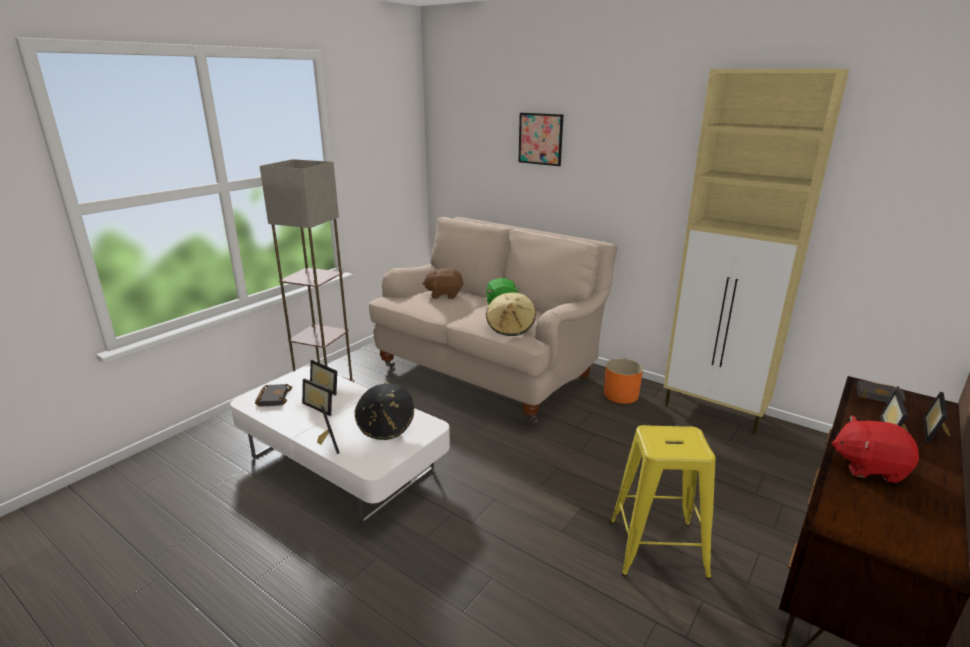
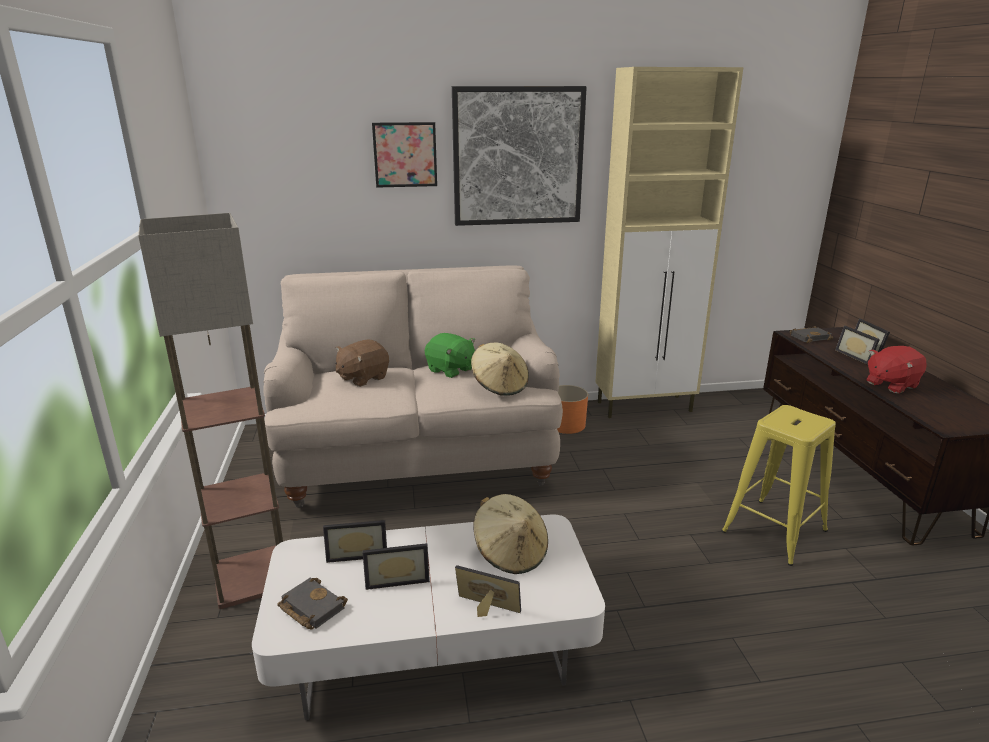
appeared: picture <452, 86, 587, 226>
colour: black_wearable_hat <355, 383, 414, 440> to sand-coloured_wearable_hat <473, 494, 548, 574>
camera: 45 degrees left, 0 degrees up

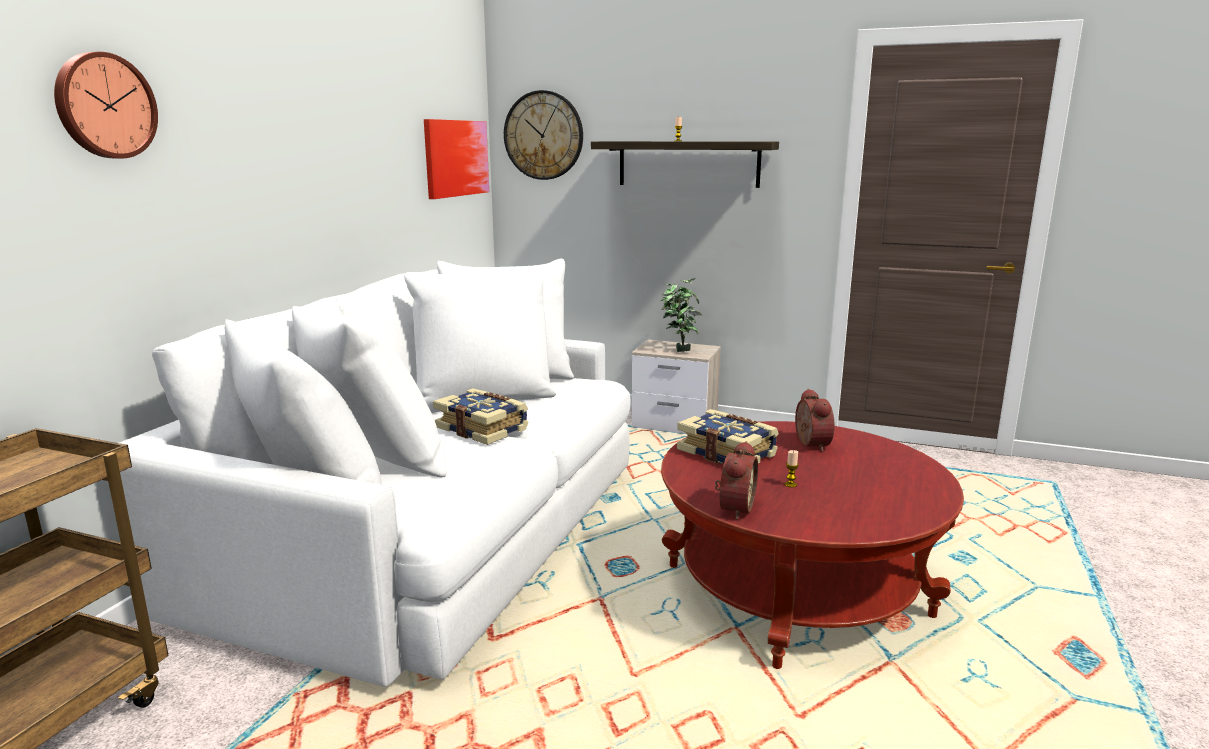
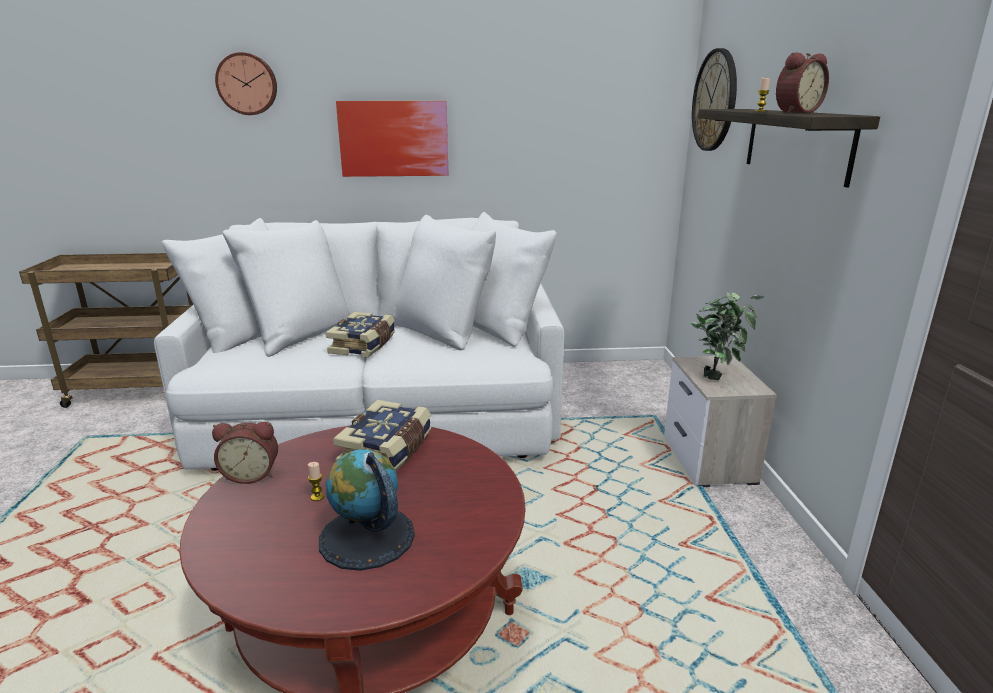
appeared: world_globe <319, 449, 415, 571>
relocated: picture <424, 119, 489, 199> to <336, 101, 449, 177>; bedside_clock <795, 389, 835, 452> to <776, 52, 829, 113>
camera: 65 degrees right, 5 degrees up

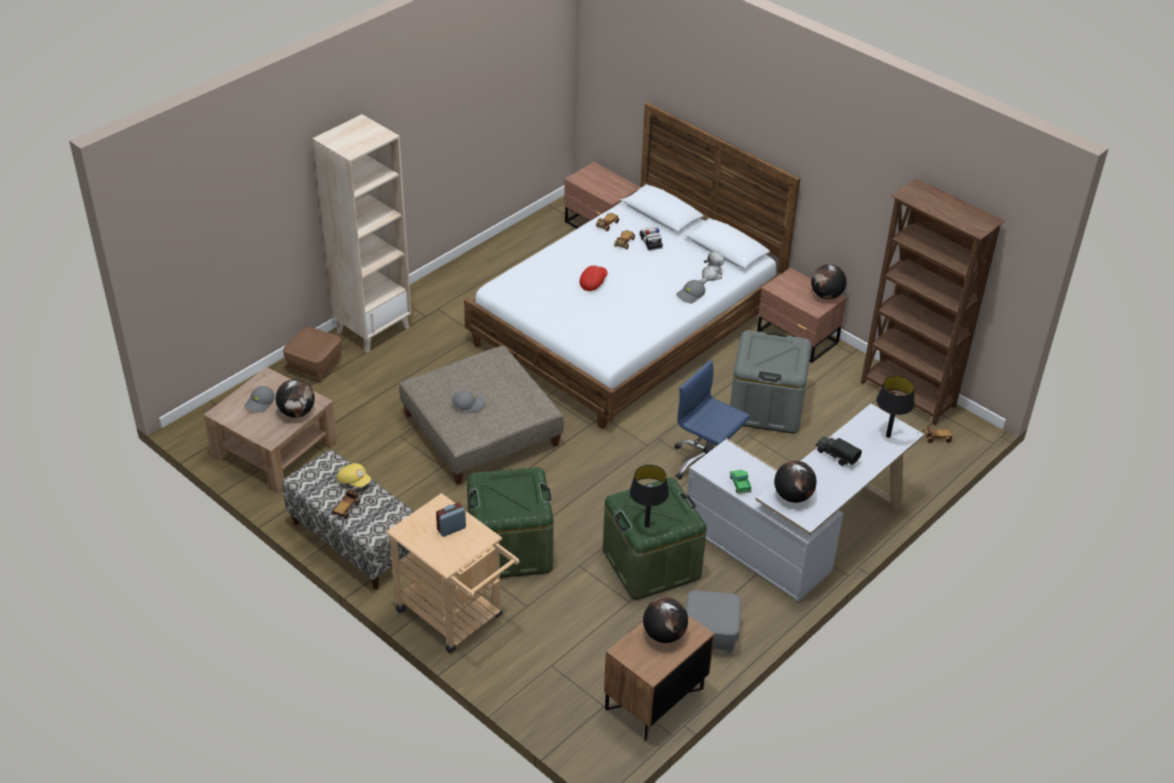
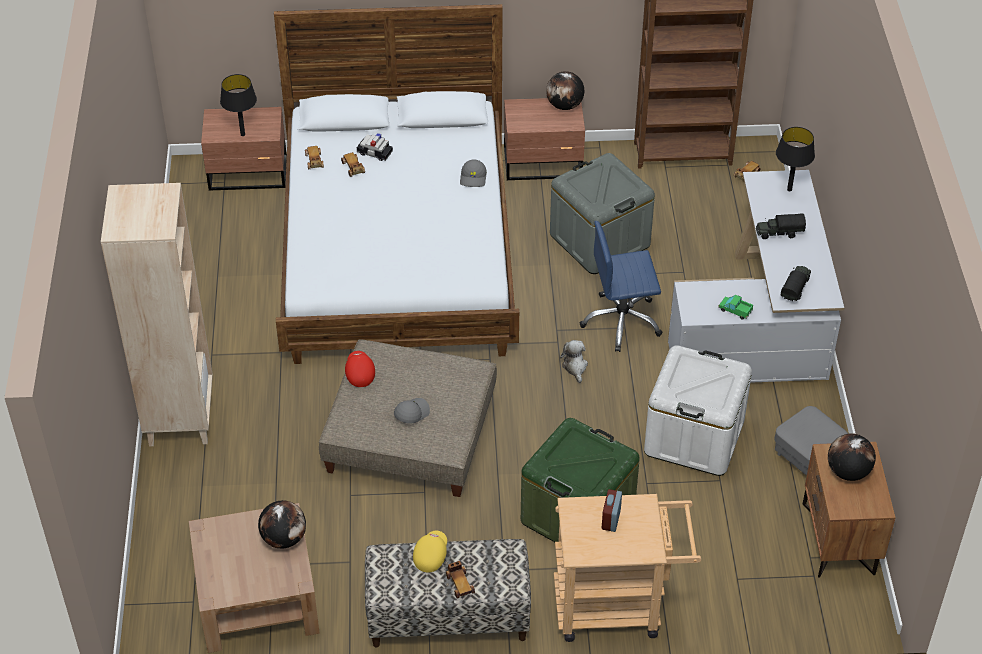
missing: gray_peaked_cap <244, 386, 275, 413>; brown_pouffe <283, 327, 342, 382>
relocated: reddish_peaked_cap <580, 265, 608, 291> to <345, 351, 375, 387>; black_tabletop_lamp <630, 465, 669, 528> to <220, 74, 257, 136>; cuddly_toy <700, 252, 724, 284> to <560, 340, 588, 383>
exchanged: world_globe <774, 461, 816, 503> to toy_truck <780, 266, 811, 301>
colour: green-coloured_storage_container <603, 478, 707, 600> to whitish_storage_container <644, 345, 752, 476>
spun: yellow_peaked_cap <337, 463, 371, 488> = <413, 531, 447, 573> 60 degrees counterclockwise
camera: 45 degrees left, 5 degrees up

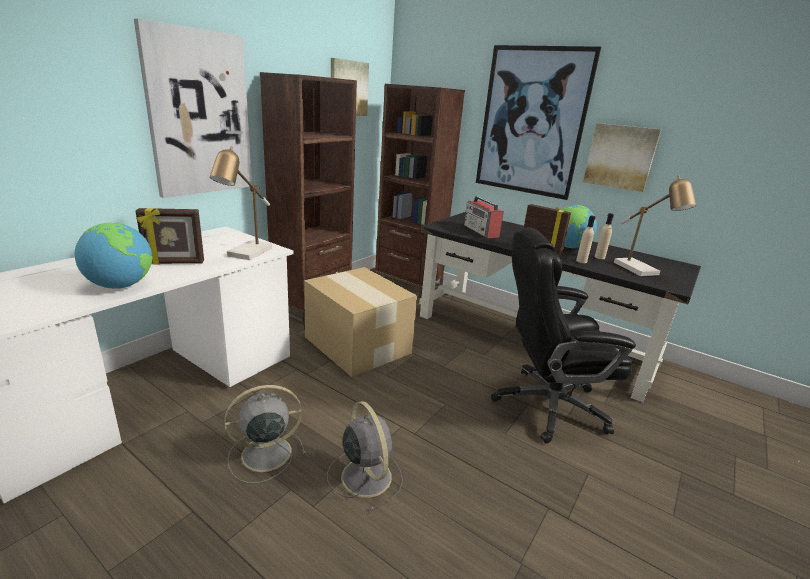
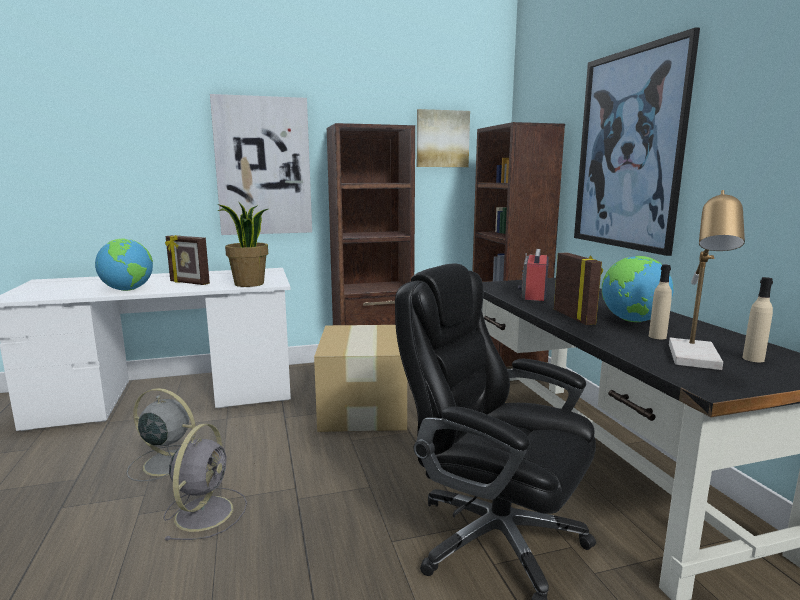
missing: picture <583, 123, 661, 192>
relocated: sand-coloured_drink_bottle <576, 216, 595, 263> to <742, 277, 773, 362>
exchanged: tabletop_lamp <210, 146, 272, 260> to potted_plant <218, 203, 268, 287>
camera: 40 degrees right, 10 degrees down

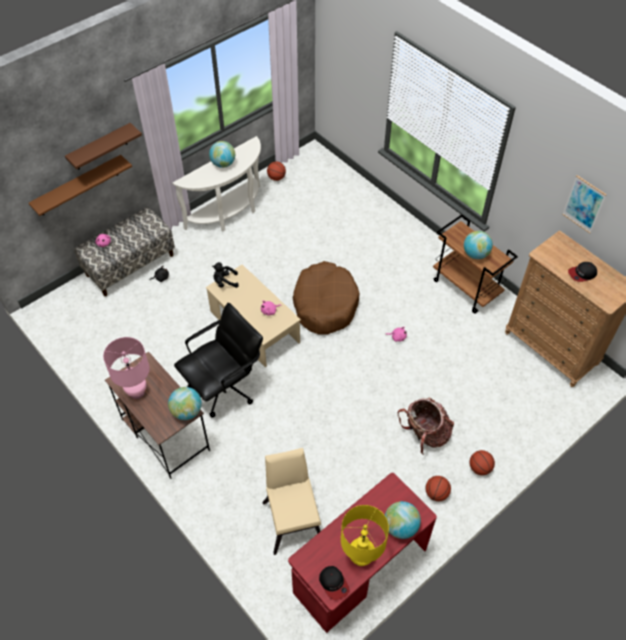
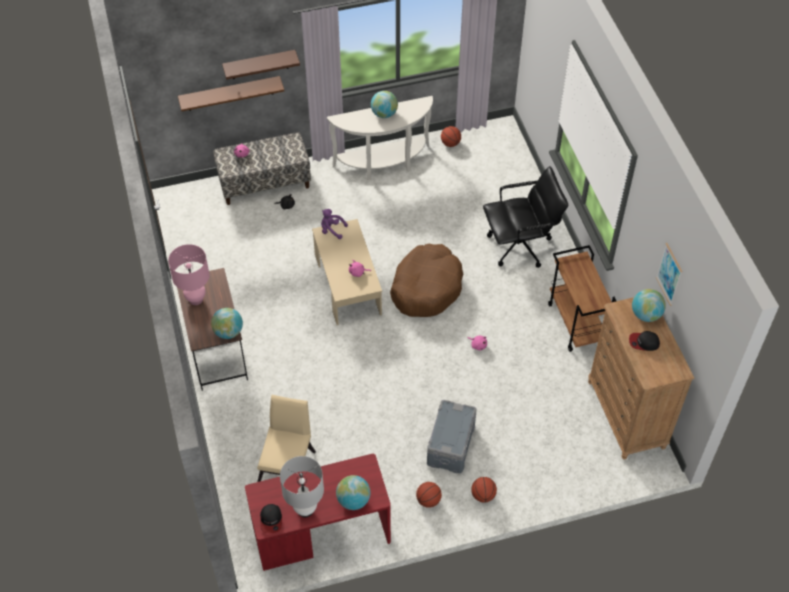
relocated: black_computer_chair <174, 303, 263, 418> to <483, 166, 568, 268>; world_globe <464, 231, 493, 259> to <632, 289, 666, 322>
exchanged: knapsack <398, 397, 454, 455> to gray_storage_container <427, 400, 477, 473>
colour: black_cuddly_toy <212, 262, 239, 288> to purplish_cuddly_toy <321, 209, 348, 239>; yellow_tabletop_lamp <341, 505, 389, 566> to whitish_tabletop_lamp <280, 456, 324, 518>
camera: 25 degrees right, 0 degrees up

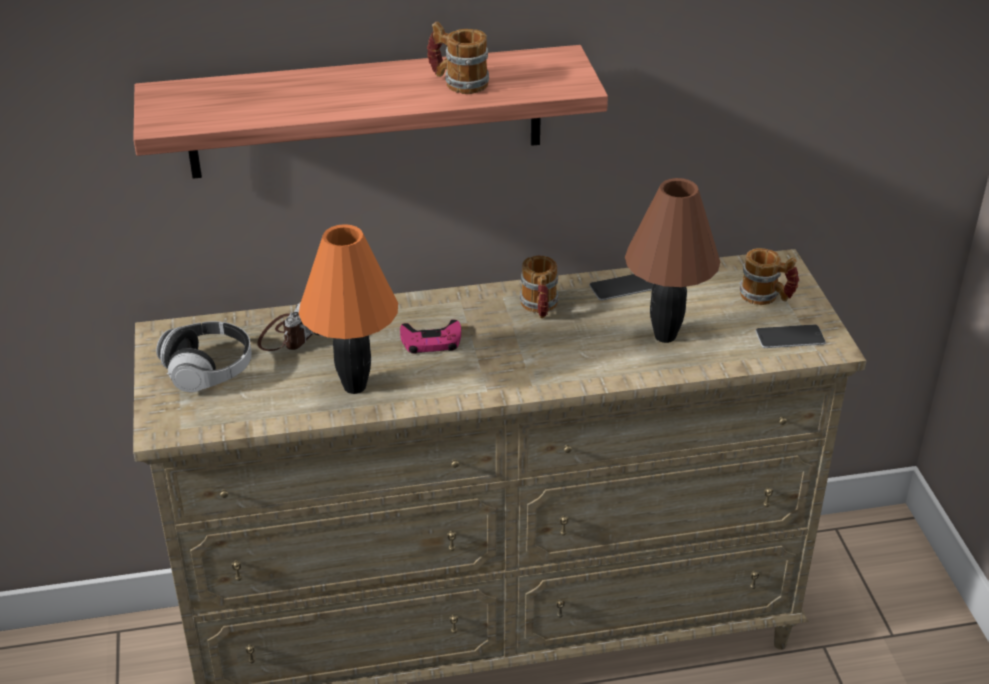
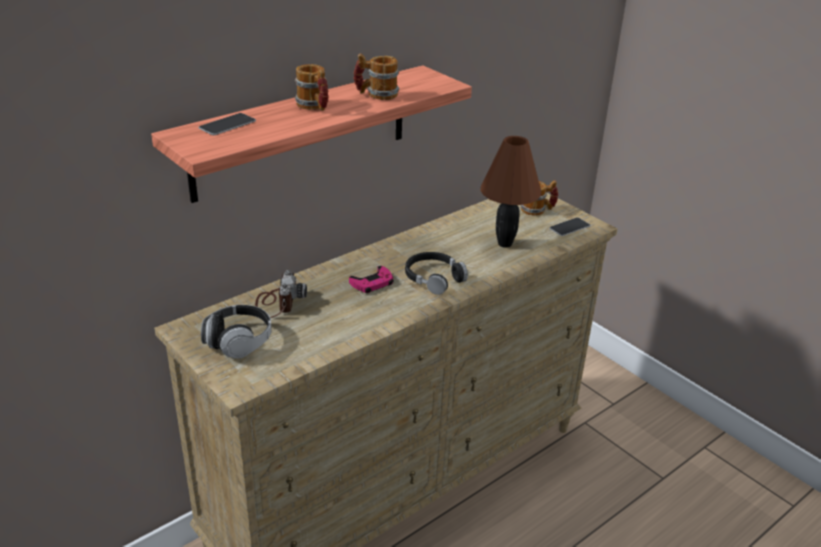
missing: orangey_tabletop_lamp <299, 224, 398, 394>
appeared: black_pair_of_headphones <405, 252, 468, 295>
relocated: coffee_mug <520, 256, 559, 318> to <295, 64, 329, 111>; handset <589, 274, 654, 301> to <198, 113, 256, 135>
camera: 30 degrees left, 5 degrees down

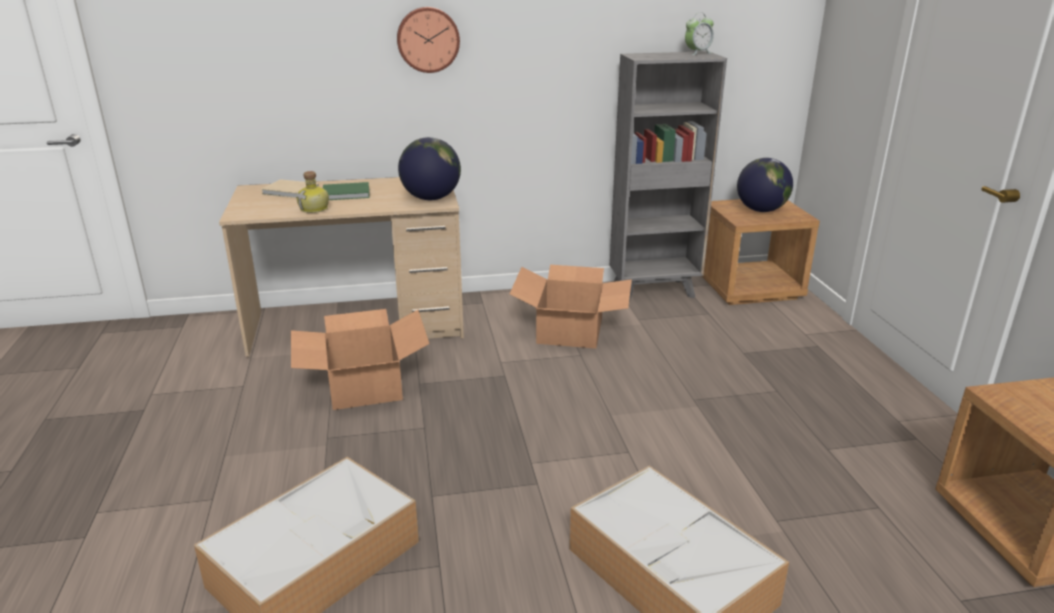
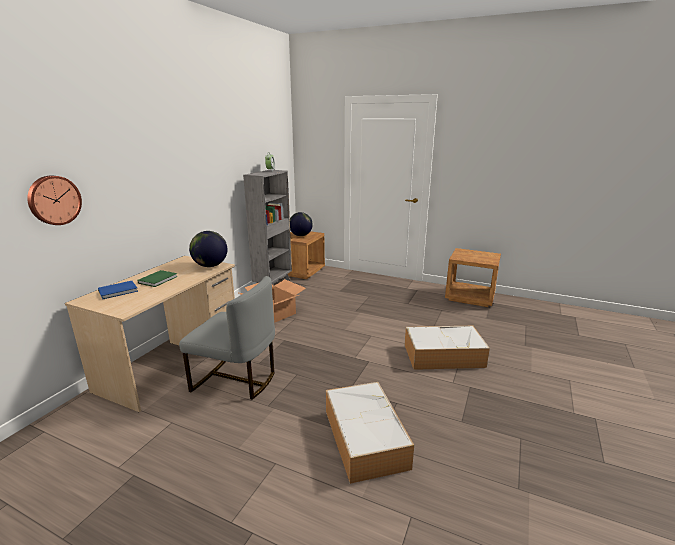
missing: drink_bottle <296, 171, 329, 213>
relocated: clock_on_the_wall <397, 7, 460, 73> to <27, 176, 82, 225>
exchanged: cardboard_box <291, 309, 430, 410> to gray_chair <179, 276, 275, 400>
colour: sand-coloured_volume <261, 179, 319, 198> to blue_volume <98, 281, 138, 299>
camera: 55 degrees left, 5 degrees down

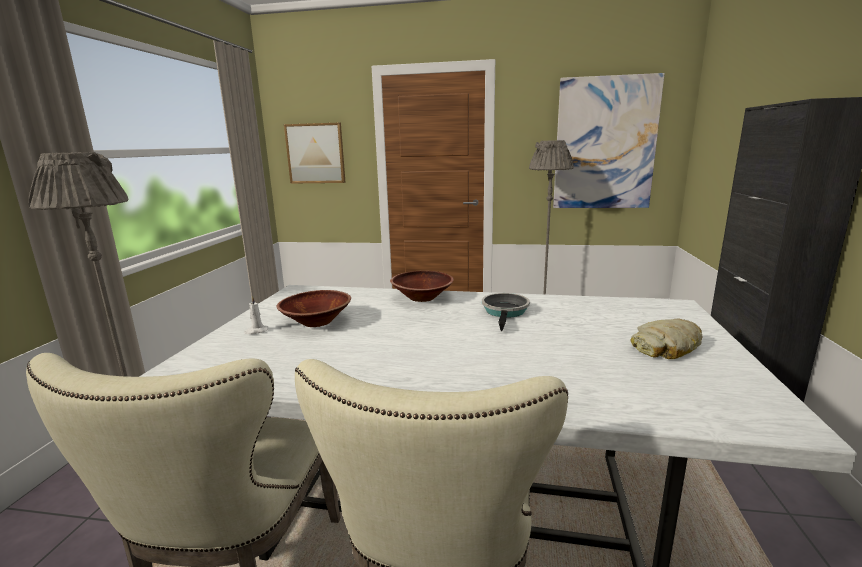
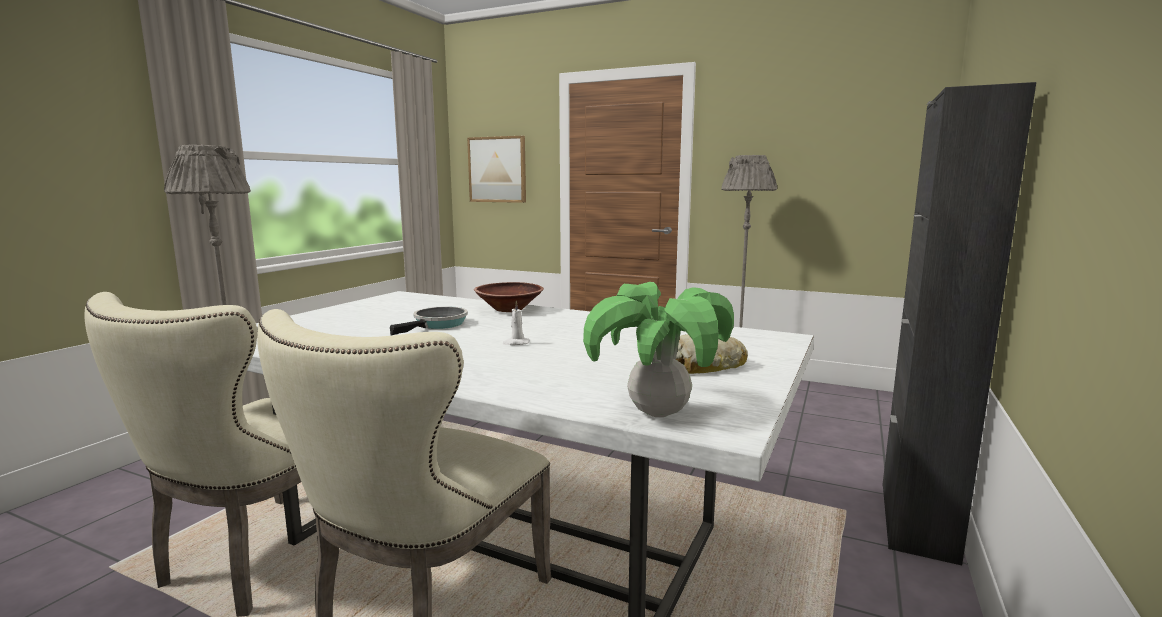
missing: brown_serving_bowl <276, 290, 351, 327>; picture <553, 73, 665, 208>
appeared: potted_plant <583, 282, 734, 417>
relocated: whitish_wax_light <244, 296, 268, 334> to <503, 301, 529, 345>; skillet <482, 293, 530, 331> to <390, 307, 468, 336>
camera: 15 degrees right, 5 degrees down

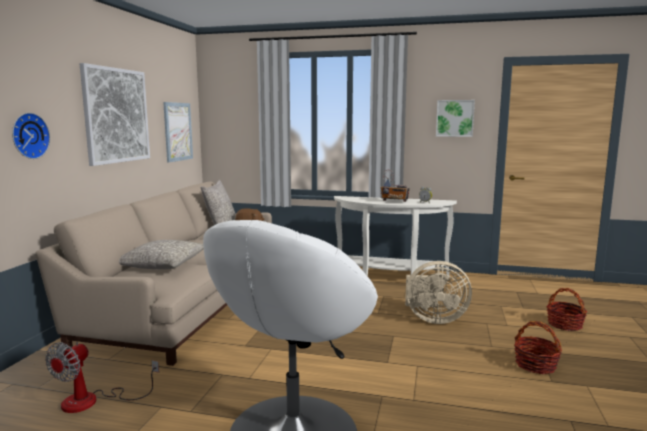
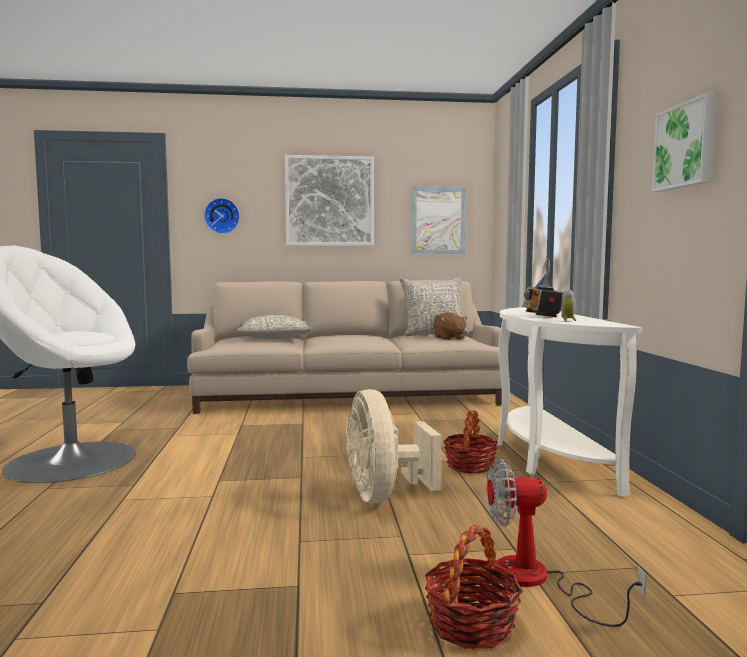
relocated: cooling_fan <45, 342, 159, 413> to <487, 459, 646, 627>; storage_basket <514, 321, 562, 374> to <443, 410, 498, 473>
camera: 70 degrees right, 5 degrees down

